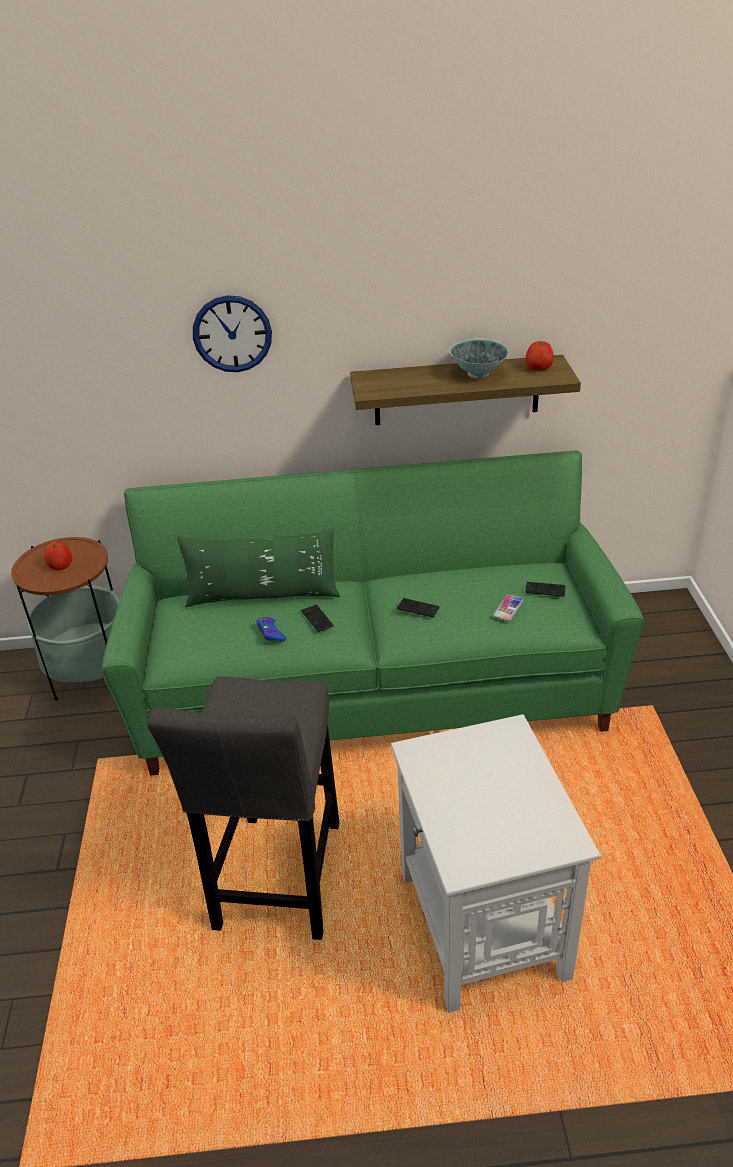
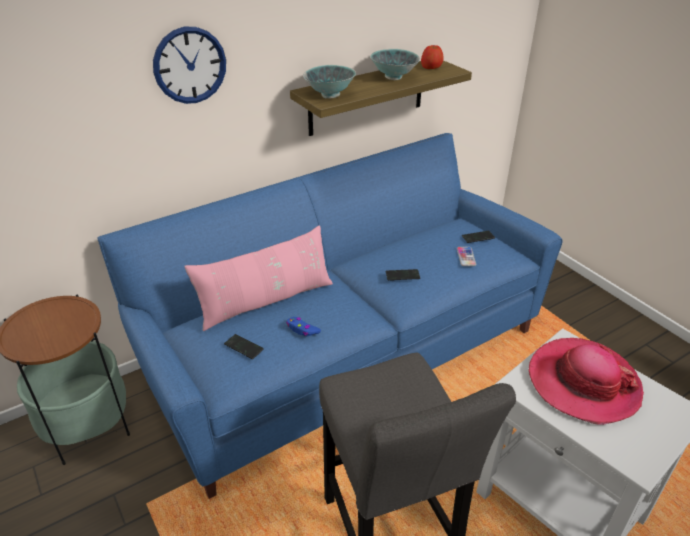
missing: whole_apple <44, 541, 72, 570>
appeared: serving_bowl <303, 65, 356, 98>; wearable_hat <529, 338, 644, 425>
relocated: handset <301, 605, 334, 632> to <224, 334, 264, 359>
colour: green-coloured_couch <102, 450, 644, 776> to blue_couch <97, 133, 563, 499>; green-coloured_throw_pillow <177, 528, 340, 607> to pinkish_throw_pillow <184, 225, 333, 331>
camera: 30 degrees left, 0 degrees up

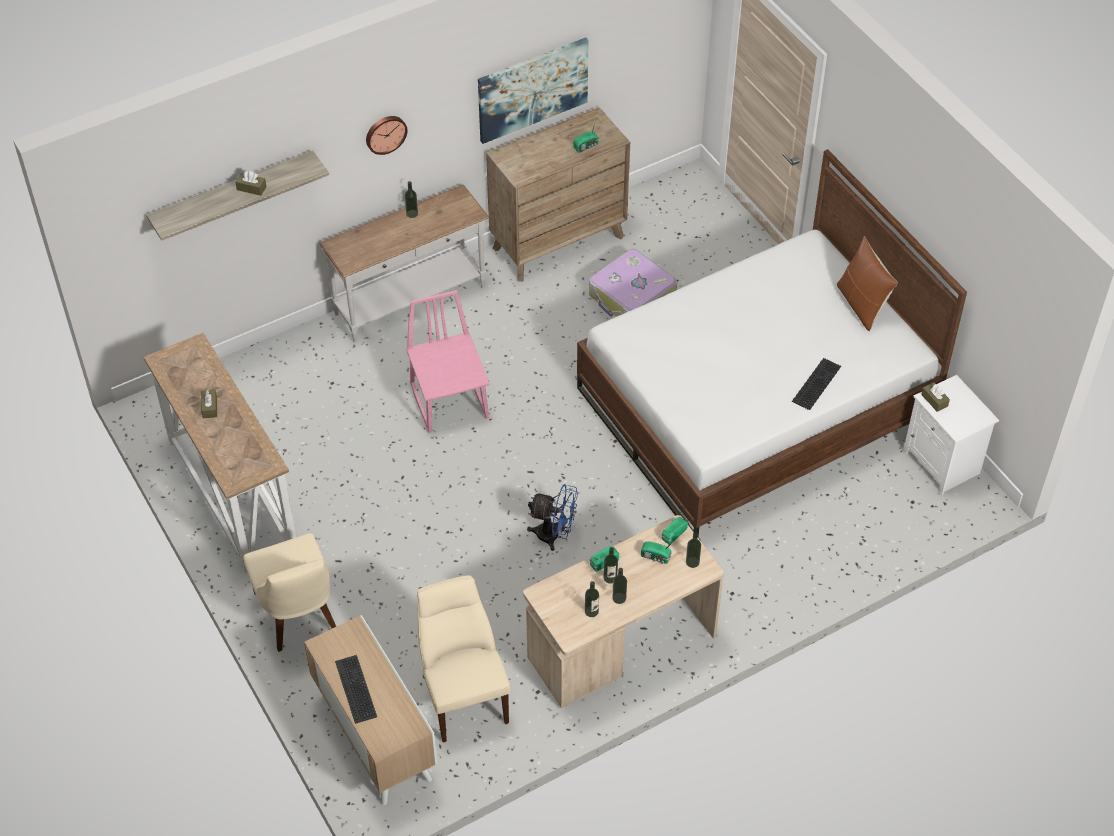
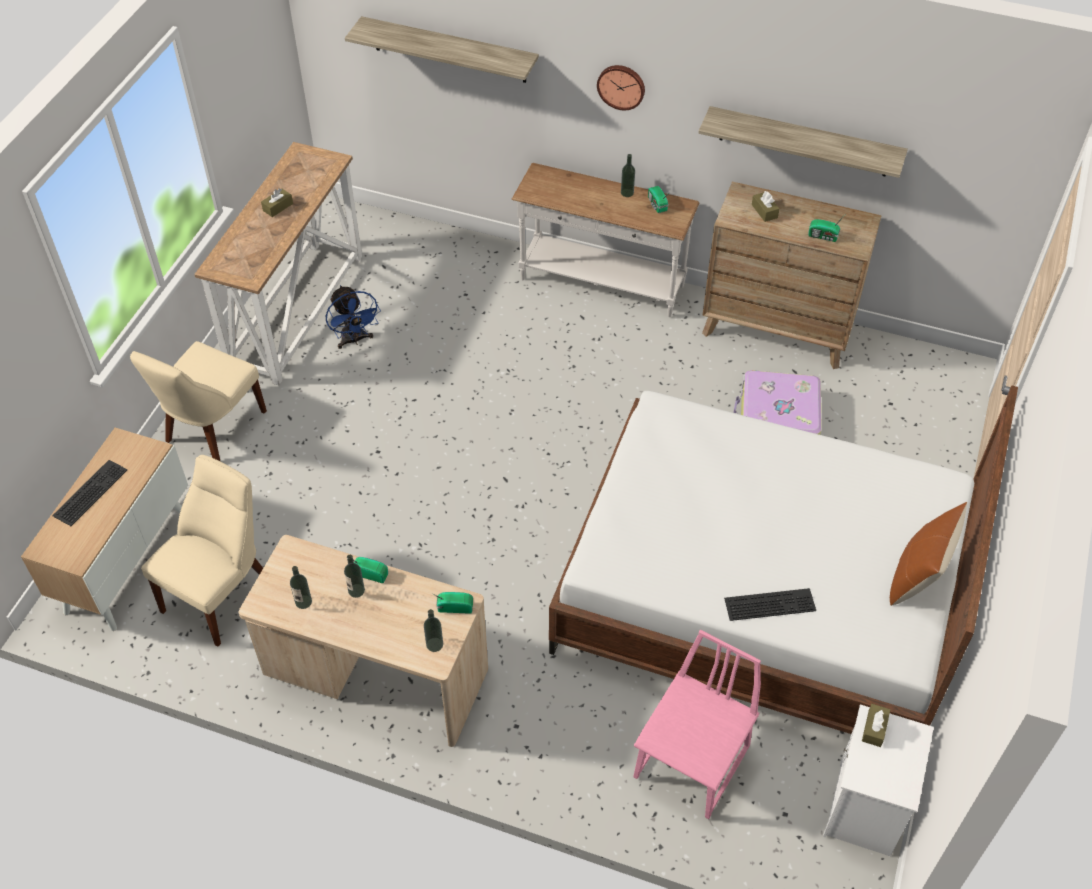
missing: drink_bottle <612, 568, 627, 604>
relocated: brown_tissue_box <235, 171, 267, 196> to <752, 191, 779, 222>; pinkish_chair <406, 290, 489, 433> to <633, 630, 761, 819>; blue_cooling_fan <527, 484, 578, 551> to <326, 285, 381, 349>; radio <641, 541, 673, 564> to <648, 186, 670, 213>
exchanged: picture <478, 37, 589, 144> to wall_shelf <698, 106, 908, 178>
camera: 50 degrees right, 0 degrees up

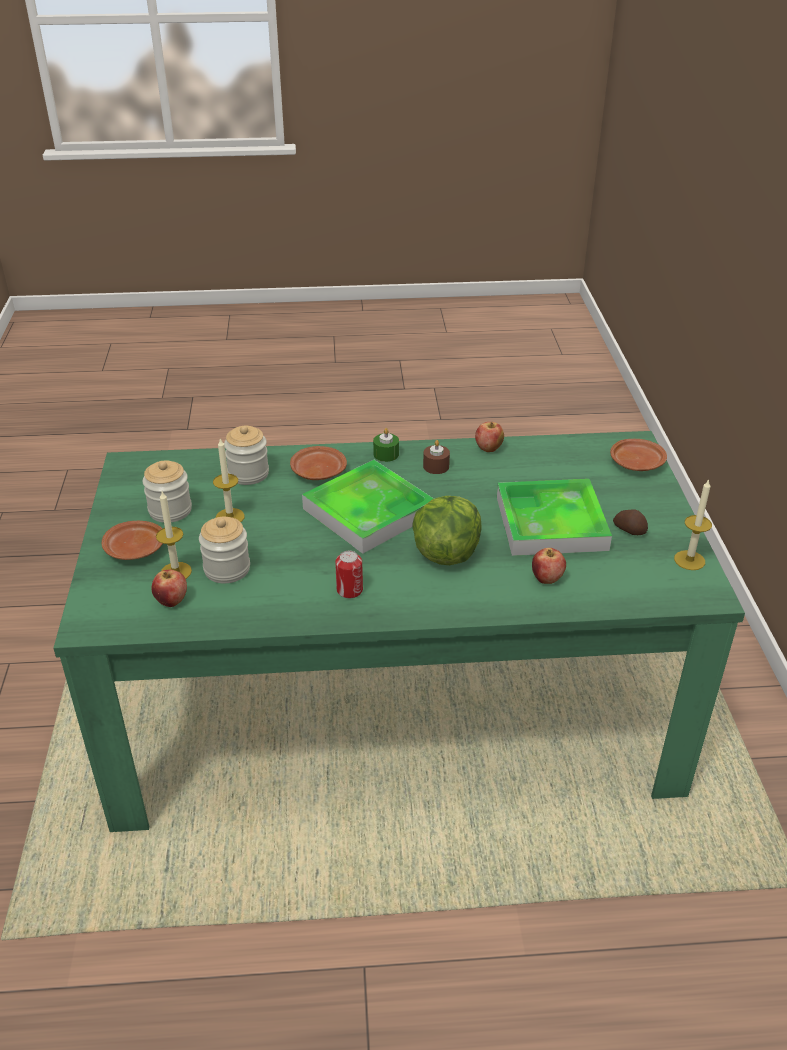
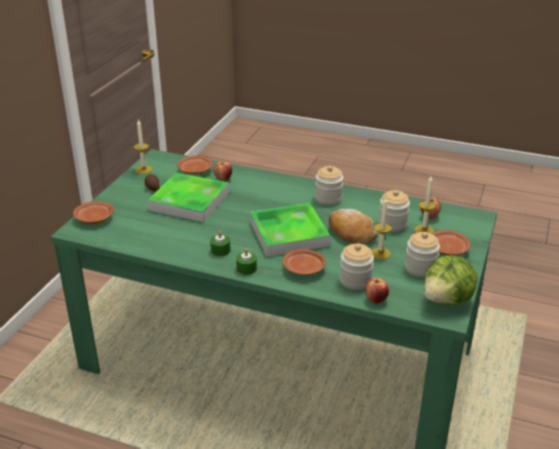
appeared: brown_flat_dish <177, 155, 212, 174>; bakery_bread <329, 209, 378, 244>
relocated: lettuce_head <413, 496, 482, 565> to <424, 255, 478, 305>; whole_apple <475, 422, 504, 452> to <365, 277, 389, 304>
exchanged: metal_can <335, 551, 363, 599> to storage_jar <315, 165, 344, 205>
colour: brown_wax_light <423, 440, 450, 474> to green-coloured_wax_light <210, 231, 231, 256>
camera: 155 degrees left, 5 degrees down

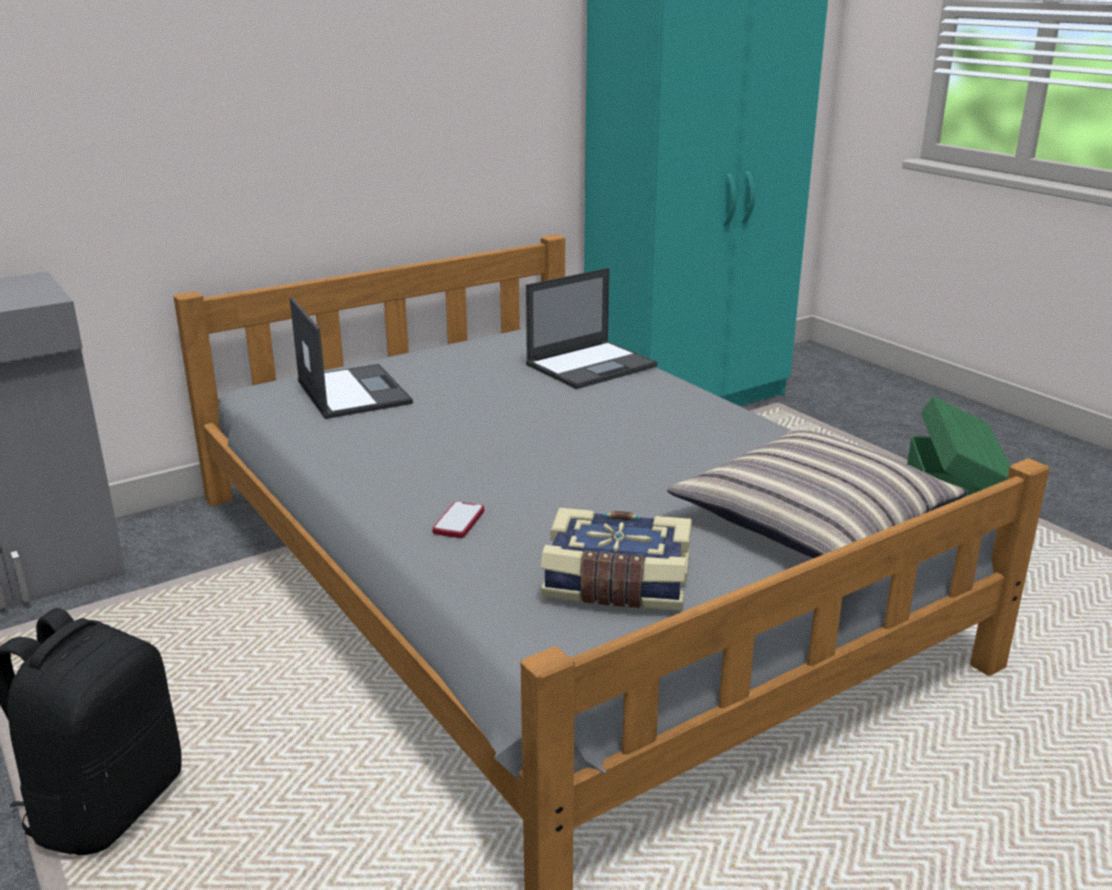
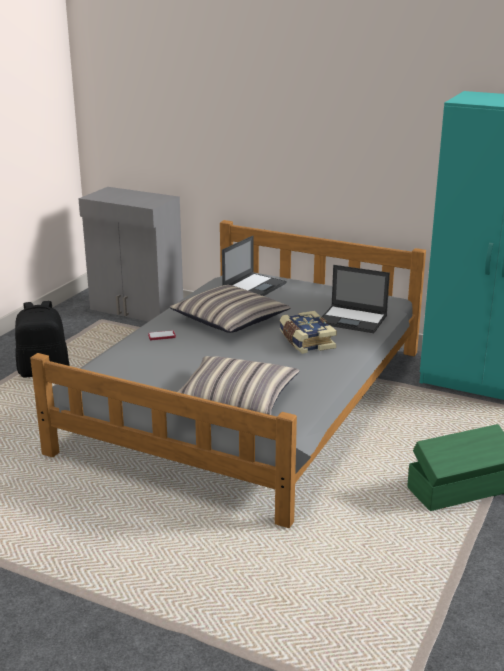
appeared: throw_pillow <170, 285, 291, 333>
relocated: volume <541, 508, 692, 610> to <280, 311, 337, 354>
camera: 60 degrees right, 0 degrees up

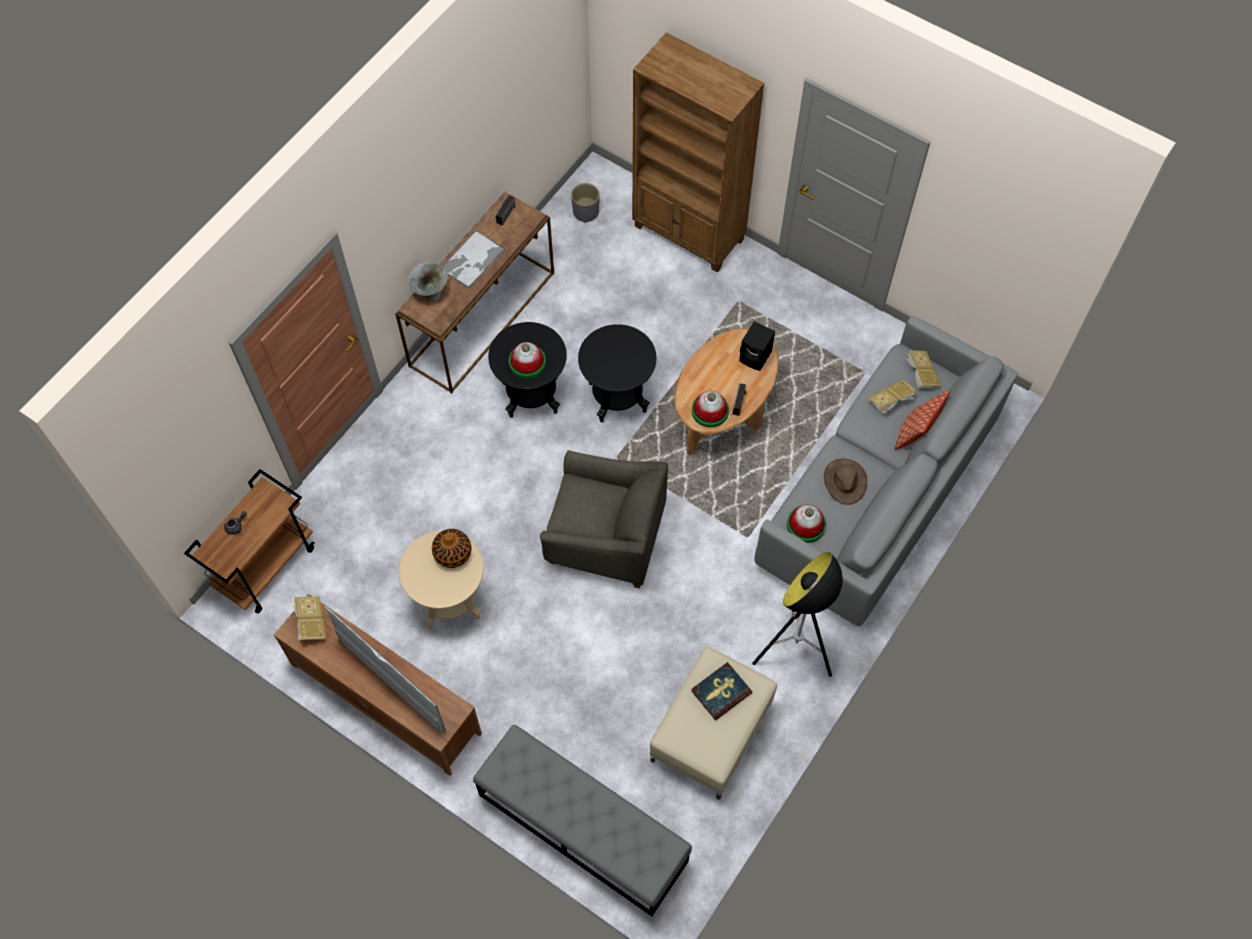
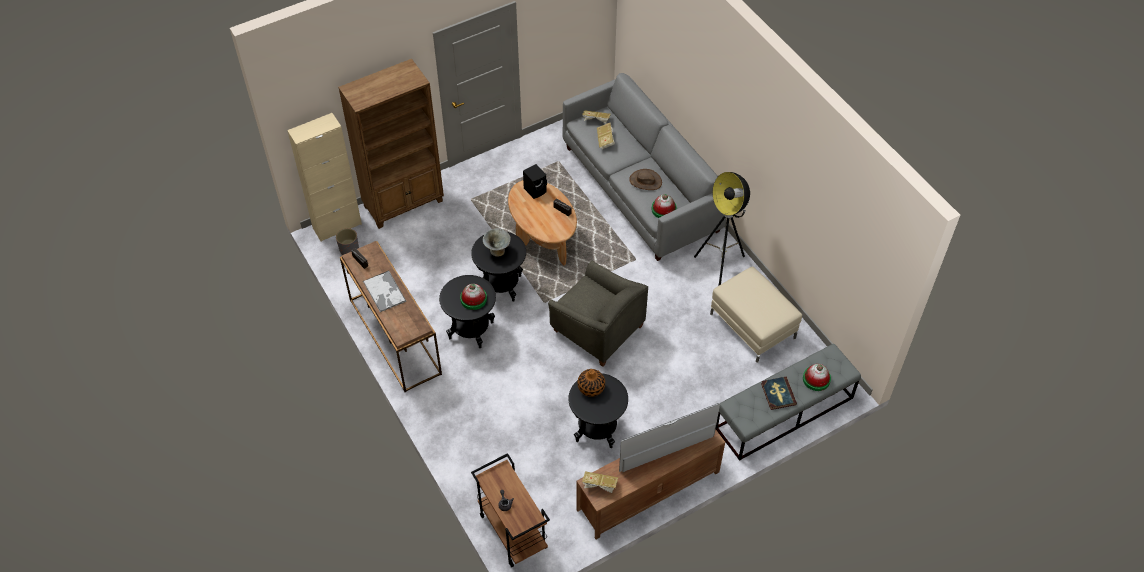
missing: throw_pillow <895, 390, 950, 450>
appeared: sand-coloured_cabinet <287, 113, 362, 242>
relocated: gray_serving_bowl <408, 262, 448, 303> to <483, 228, 511, 257>; wearable_hat <692, 391, 729, 428> to <803, 364, 831, 391>; volume <692, 662, 752, 720> to <761, 377, 797, 410>
colour: sand-coloured_accent_table <399, 531, 484, 630> to black_accent_table <568, 373, 628, 448>
spun: gray_armchair <540, 450, 668, 588> = <548, 260, 648, 367> 90 degrees clockwise
camera: 65 degrees left, 10 degrees down

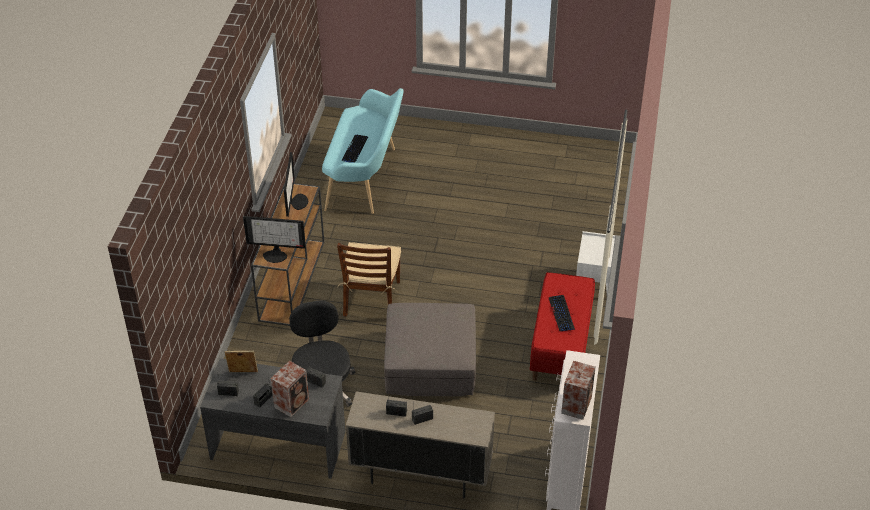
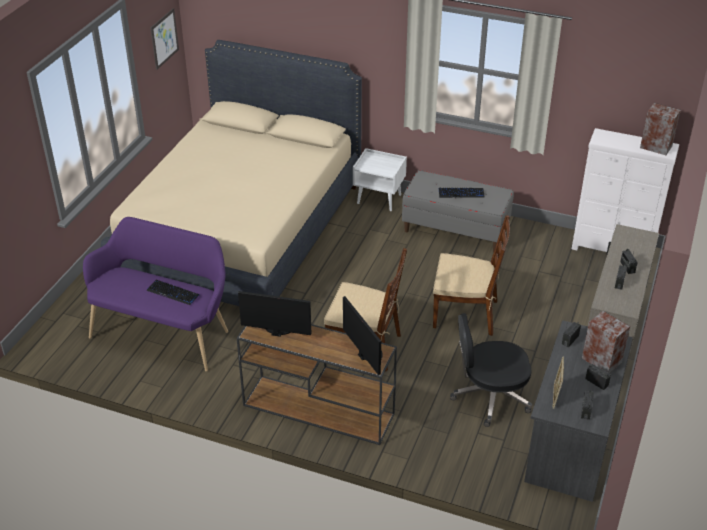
appeared: sand-coloured_sleeping_bed <101, 40, 362, 306>; picture <150, 8, 179, 70>
exchanged: gray_pouffe <384, 303, 476, 396> to brown_chair <433, 215, 510, 336>
colour: turquoise-coloured_bench <322, 88, 404, 214> to purplish_bench <83, 217, 228, 371>; reddish_bench <530, 272, 595, 381> to gray_bench <402, 170, 514, 252>
spun: computer_display <243, 216, 306, 263> = <343, 296, 383, 375> 45 degrees counterclockwise
camera: 80 degrees left, 5 degrees down

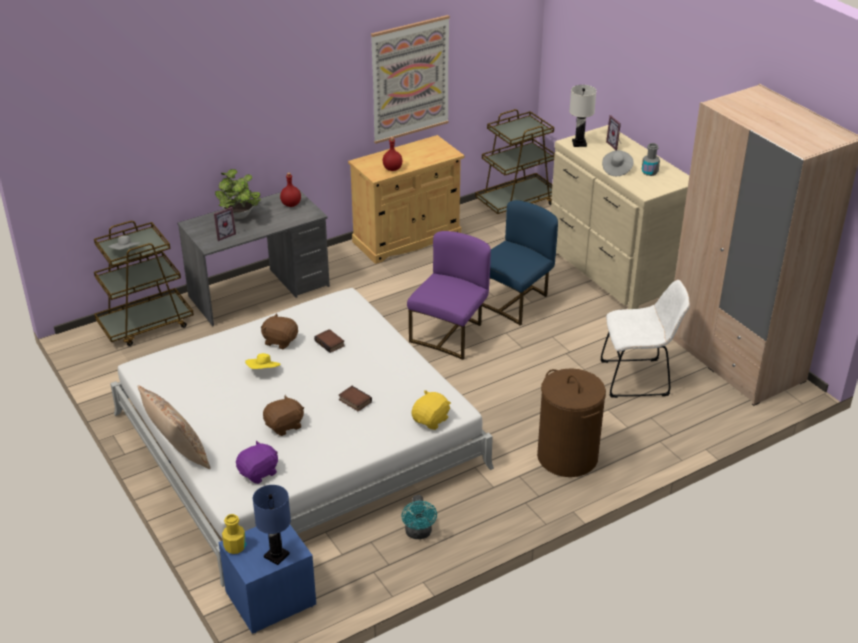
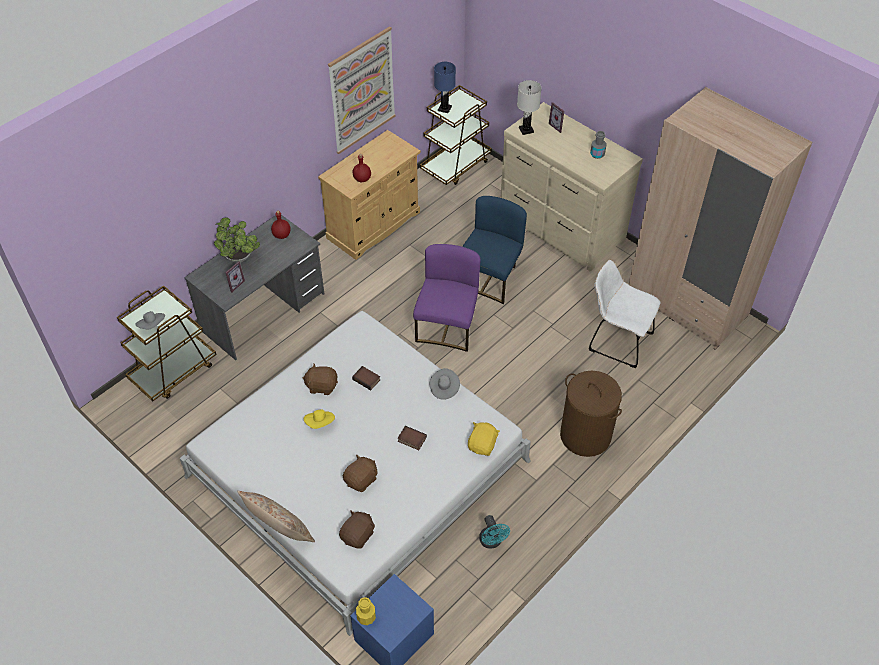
relocated: blue_tabletop_lamp <253, 485, 291, 565> to <434, 62, 456, 113>; gray_wearable_hat <602, 150, 634, 176> to <430, 368, 460, 400>
colour: purplish_cuddly_toy <236, 440, 278, 484> to brown_cuddly_toy <339, 510, 375, 549>
spun: whitish_chair <600, 280, 690, 398> = <589, 260, 661, 368> 135 degrees counterclockwise
camera: 15 degrees left, 15 degrees up

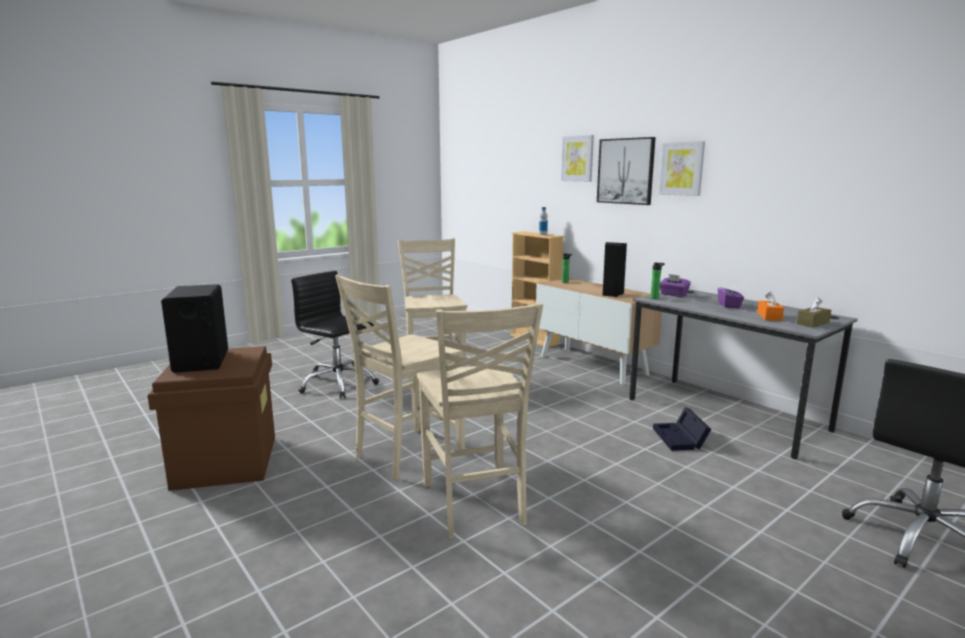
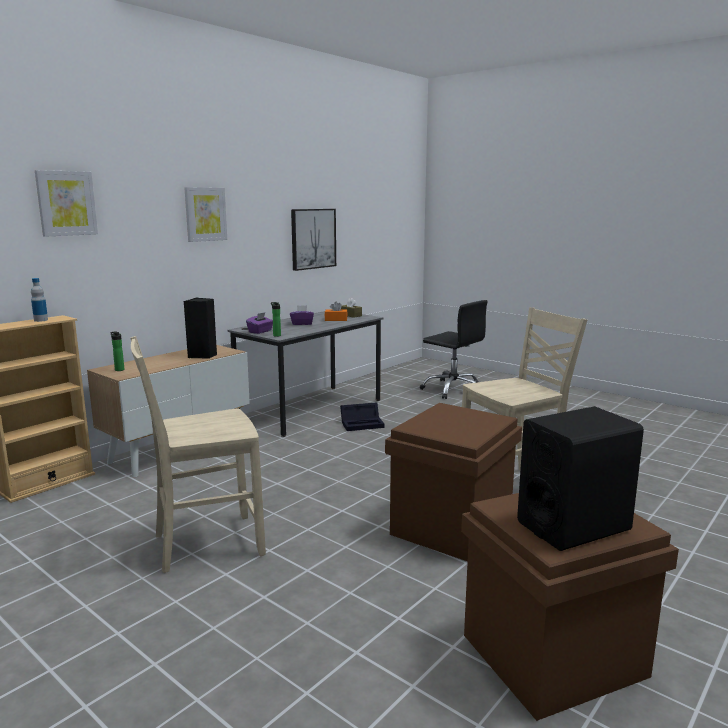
missing: black_computer_chair <291, 271, 379, 398>
relocated: picture <597, 137, 656, 205> to <291, 209, 336, 271>
exchanged: sand-coloured_chair <335, 274, 465, 481> to brown_storage_container <385, 403, 522, 561>
camera: 100 degrees left, 0 degrees up

